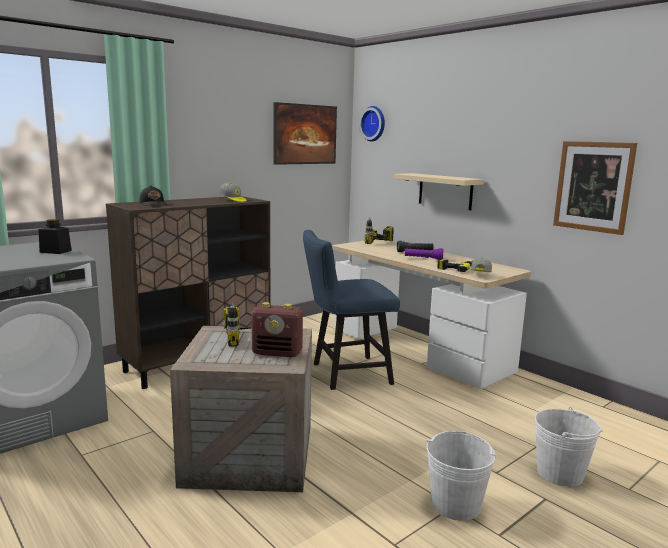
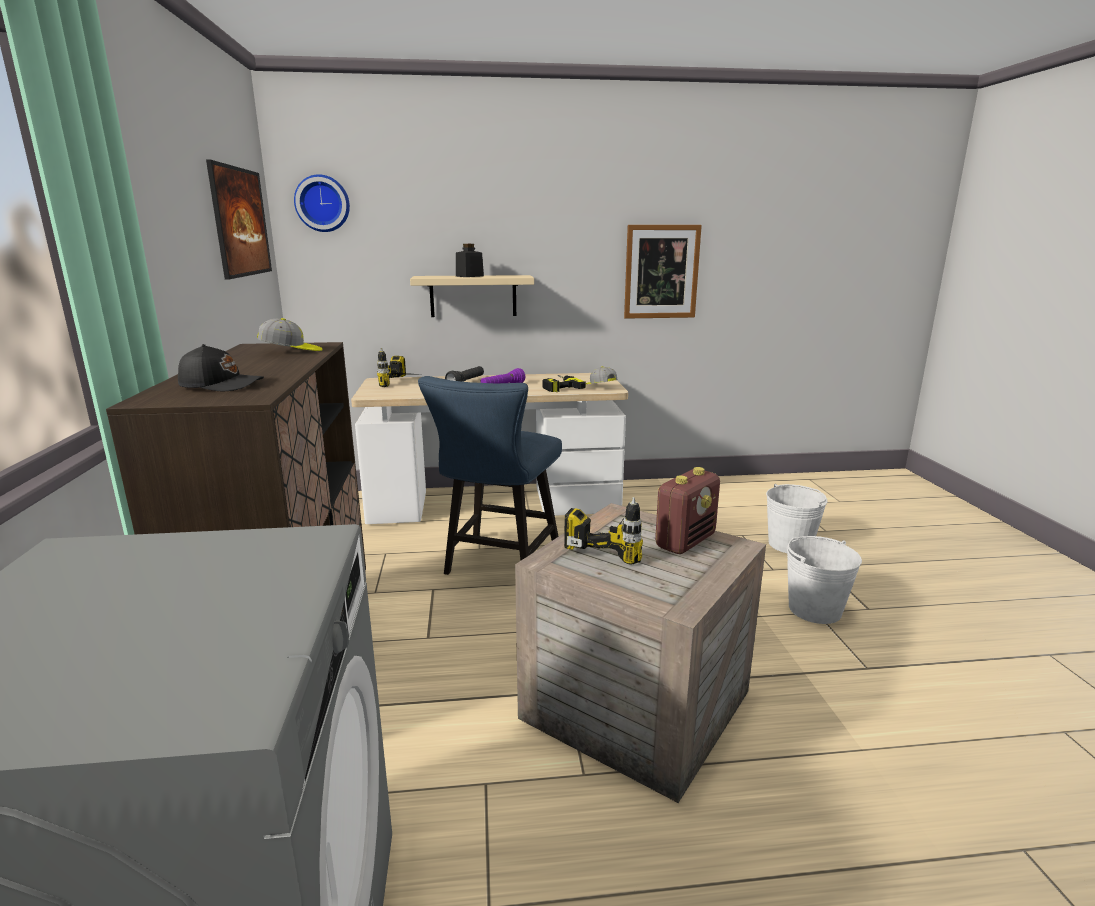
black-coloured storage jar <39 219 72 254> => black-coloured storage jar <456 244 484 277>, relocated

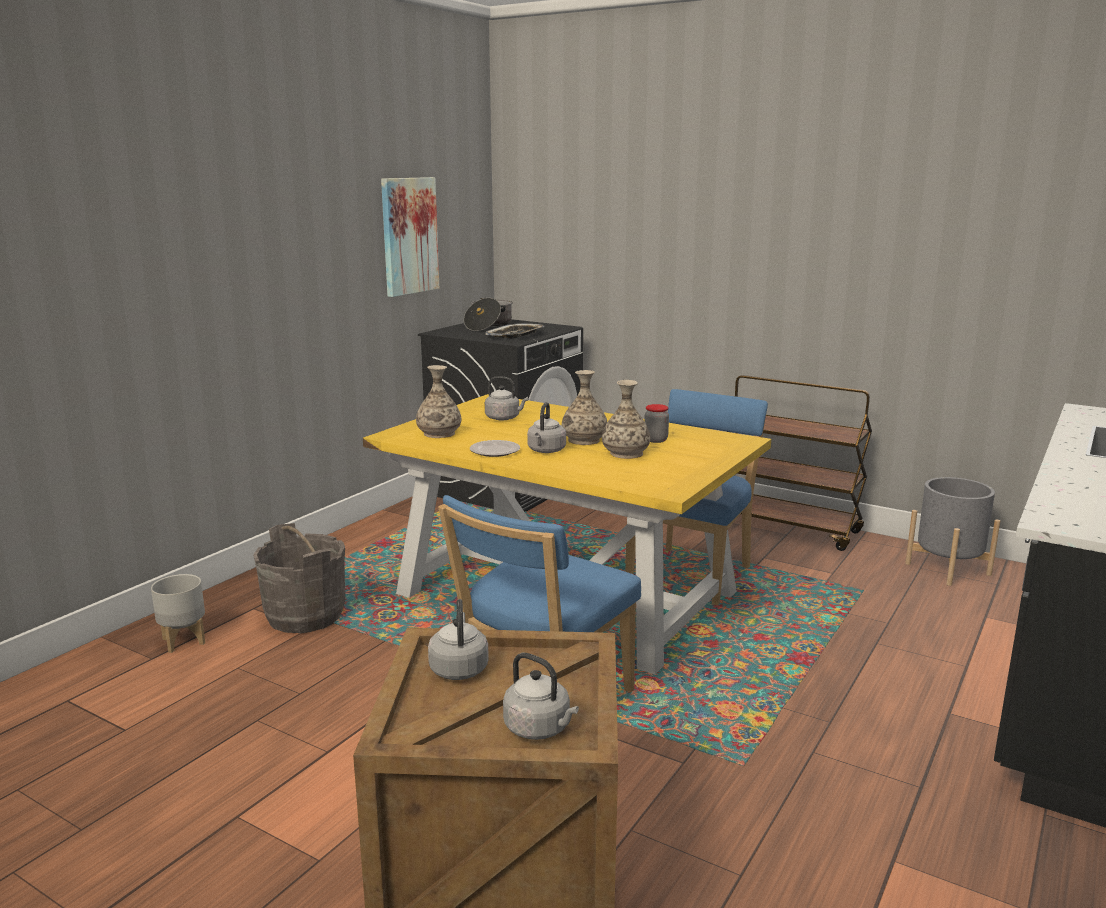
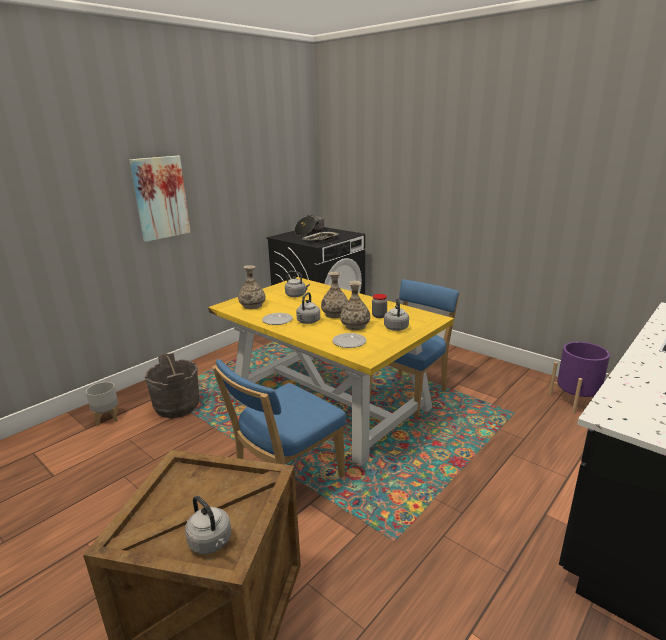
wall picture <381 177 439 297> => wall picture <130 156 190 242>, relocated
nothing => plate <332 333 367 348>
grey kettle <428 599 489 680> => grey kettle <384 298 409 331>, relocated
grey planter <905 477 1000 586> => purplish planter <549 342 610 413>
brown-coloured cart <734 375 872 551> => nothing

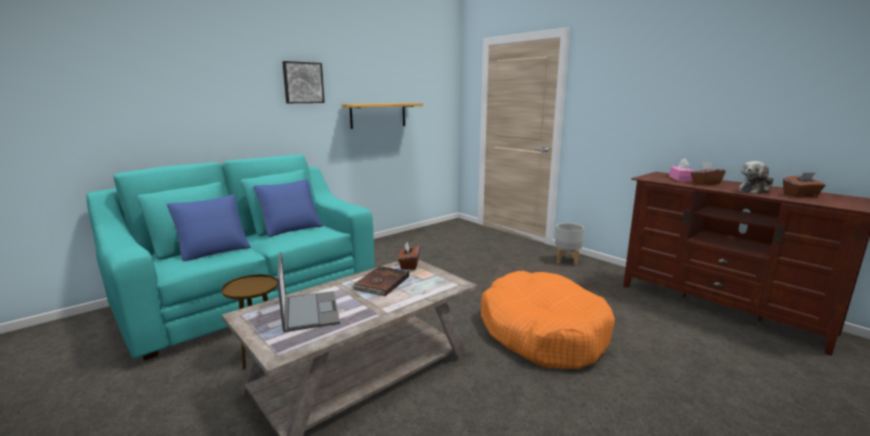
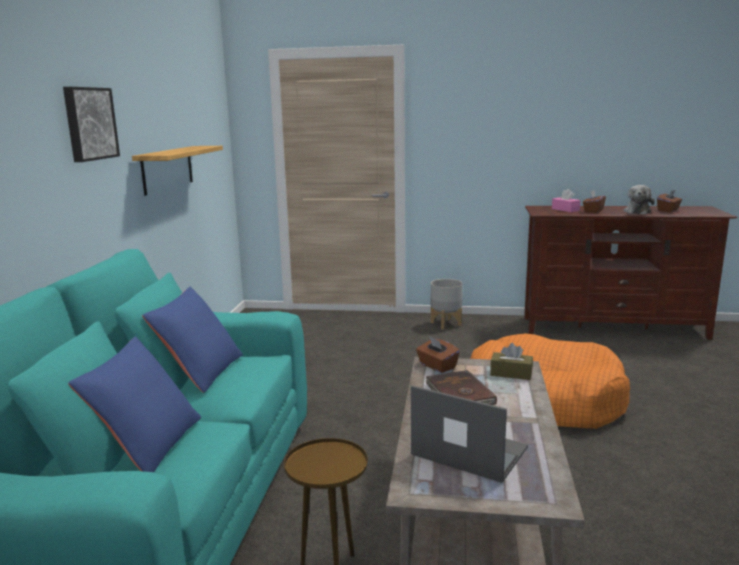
nothing => brown-coloured box of tissues <490 343 533 380>

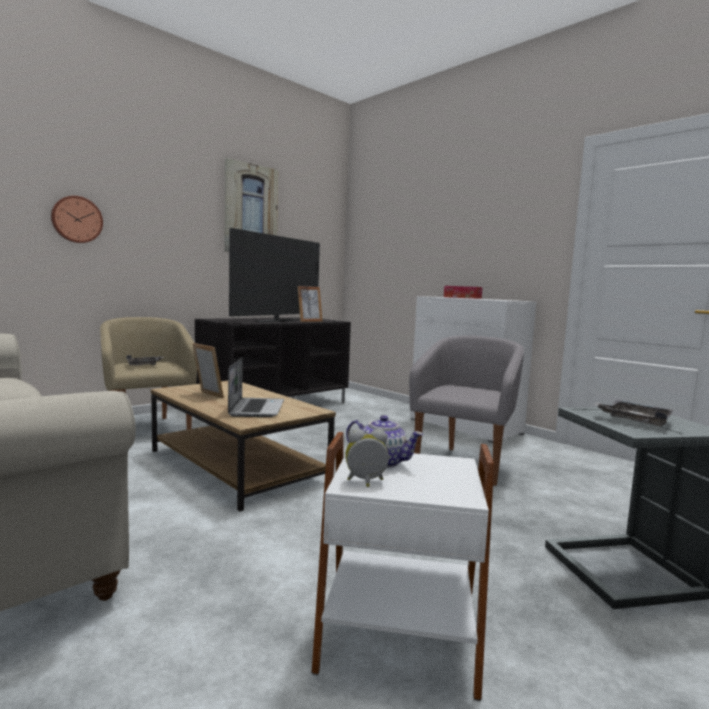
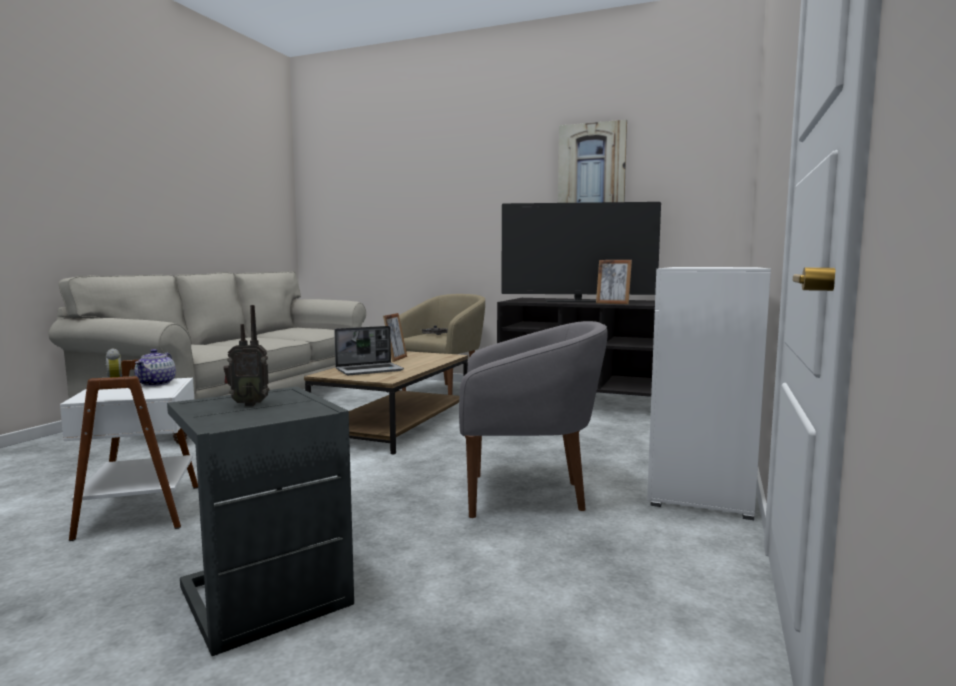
grey carrying tray <593 400 673 426> => radio set <224 305 270 406>
clock on the wall <51 196 103 243> => nothing
box of tissues <444 286 482 299> => nothing

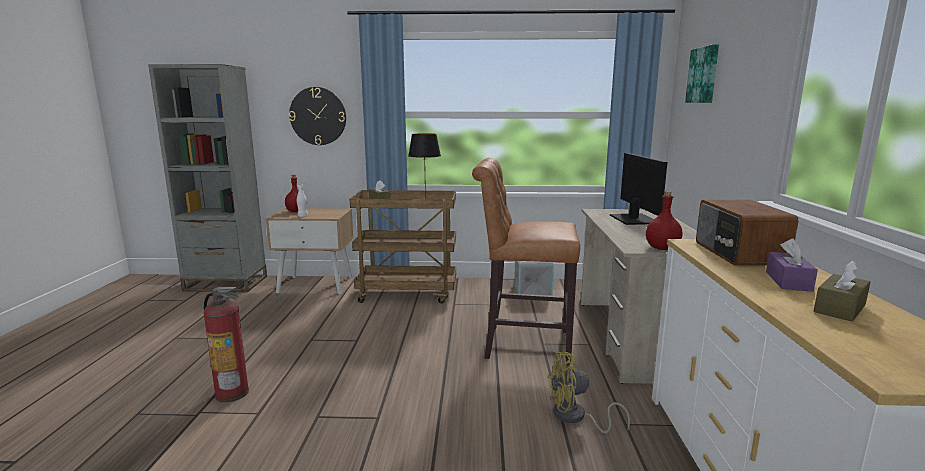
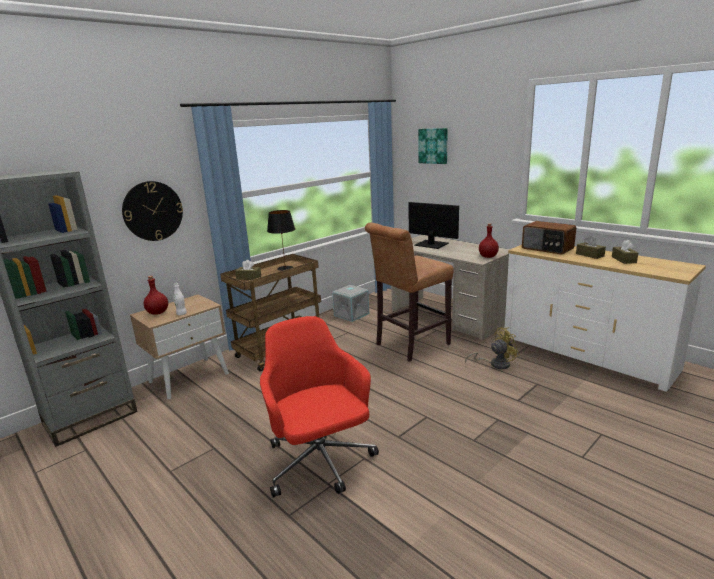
fire-fighting cylinder <203 287 249 402> => red-coloured desk chair <260 316 379 498>
yellowish fan <547 352 630 433> => yellowish fan <465 327 520 369>, 150 degrees counterclockwise
purplish box of tissues <766 238 818 292> => brown-coloured box of tissues <576 236 606 259>

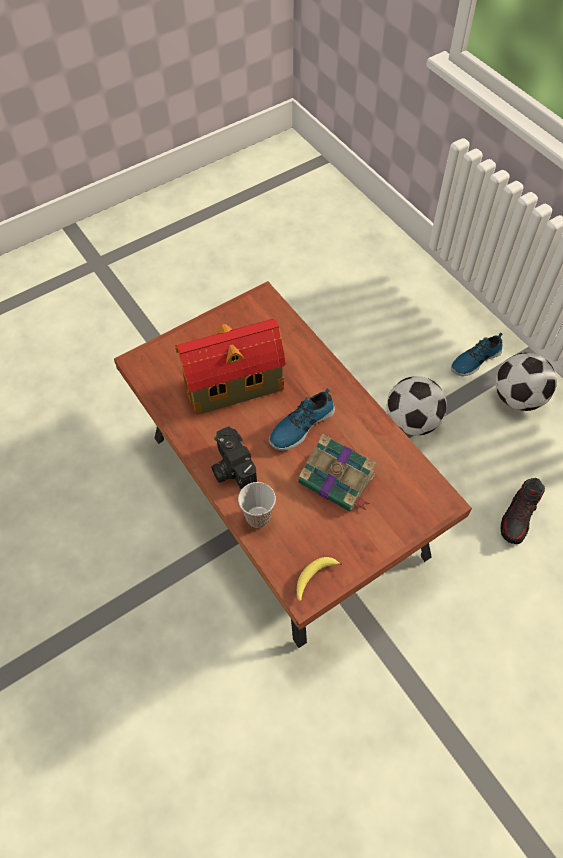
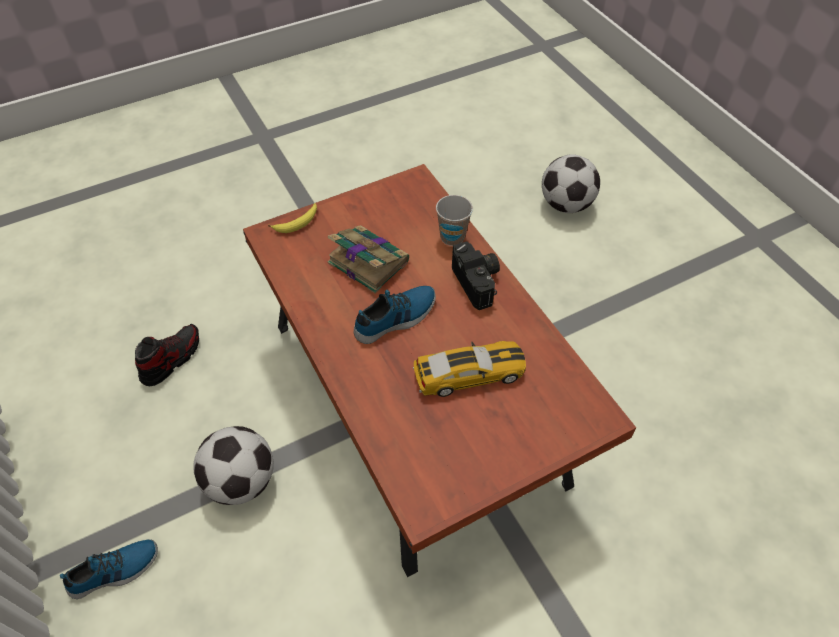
banana fruit <297 557 343 601> => banana fruit <268 203 317 233>, relocated
toy house <175 319 286 415> => model car <413 341 526 397>
ball for football <495 353 557 411> => ball for football <542 154 600 213>, relocated

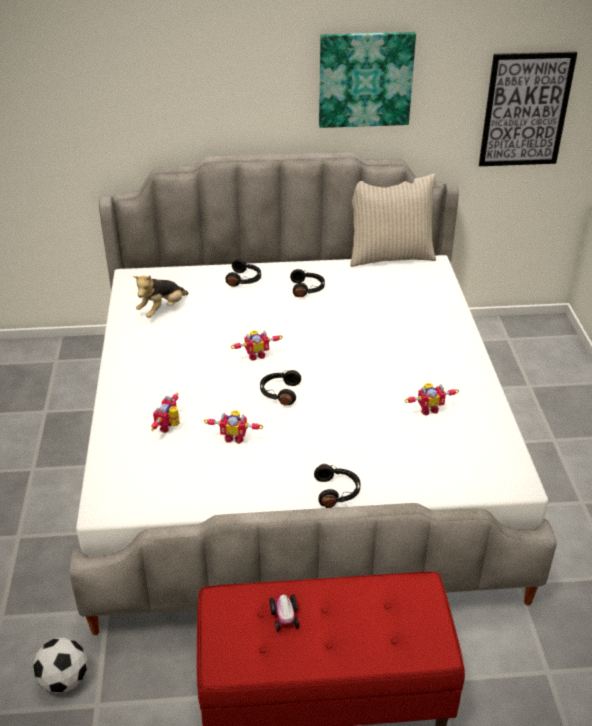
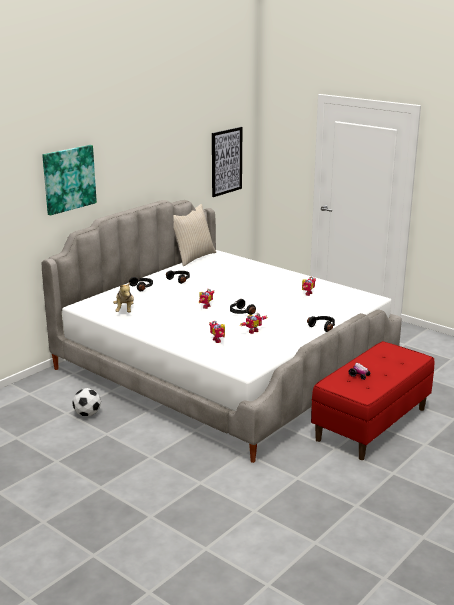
wall picture <319 32 416 128> => wall picture <42 145 97 216>, relocated
ball for football <33 637 87 693> => ball for football <72 388 101 416>, relocated

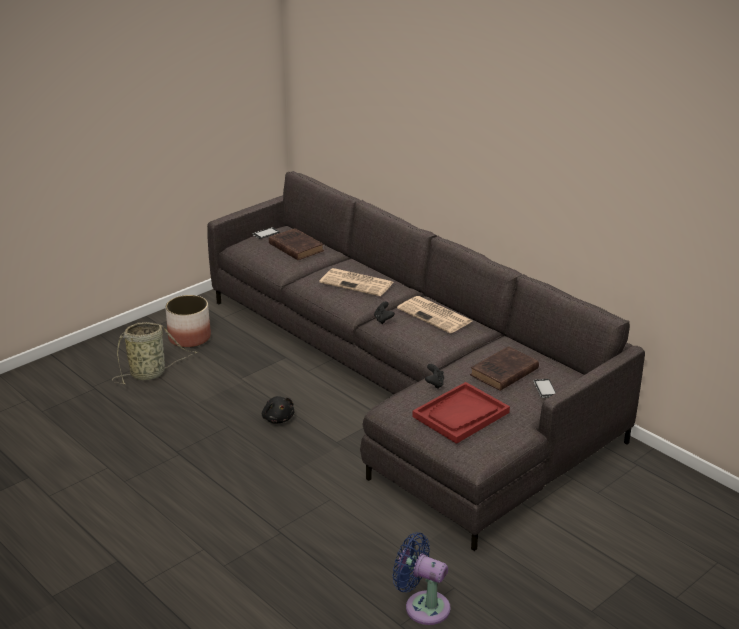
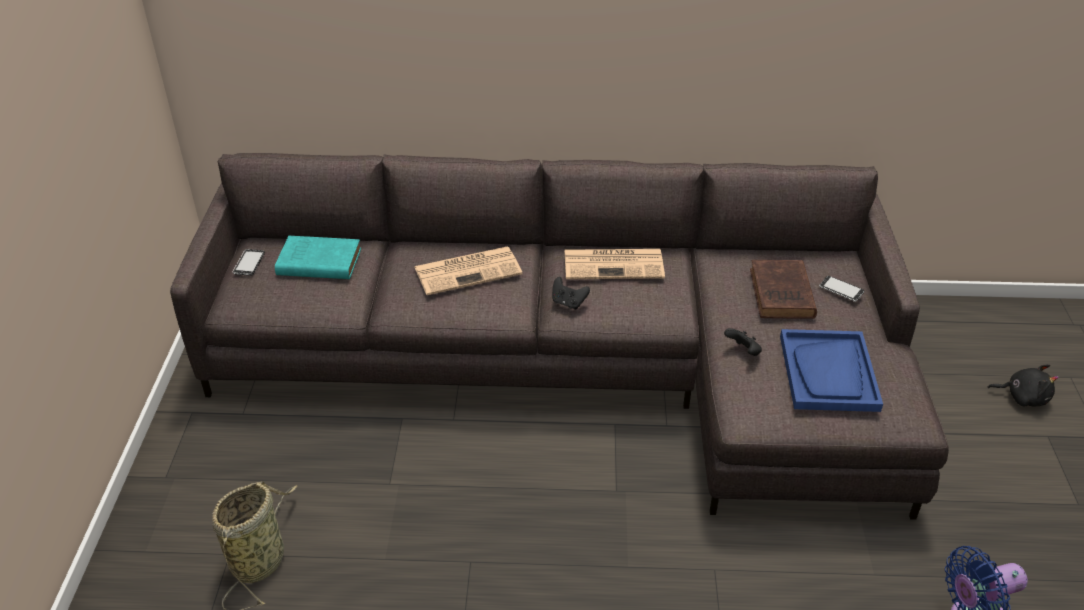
brown-coloured volume <269 228 324 260> => turquoise volume <275 236 361 279>
red-coloured carrying tray <412 382 510 444> => bluish carrying tray <780 329 883 412>
black-coloured plush toy <262 396 294 424> => black-coloured plush toy <987 364 1059 407>, relocated
planter <165 295 211 348> => nothing

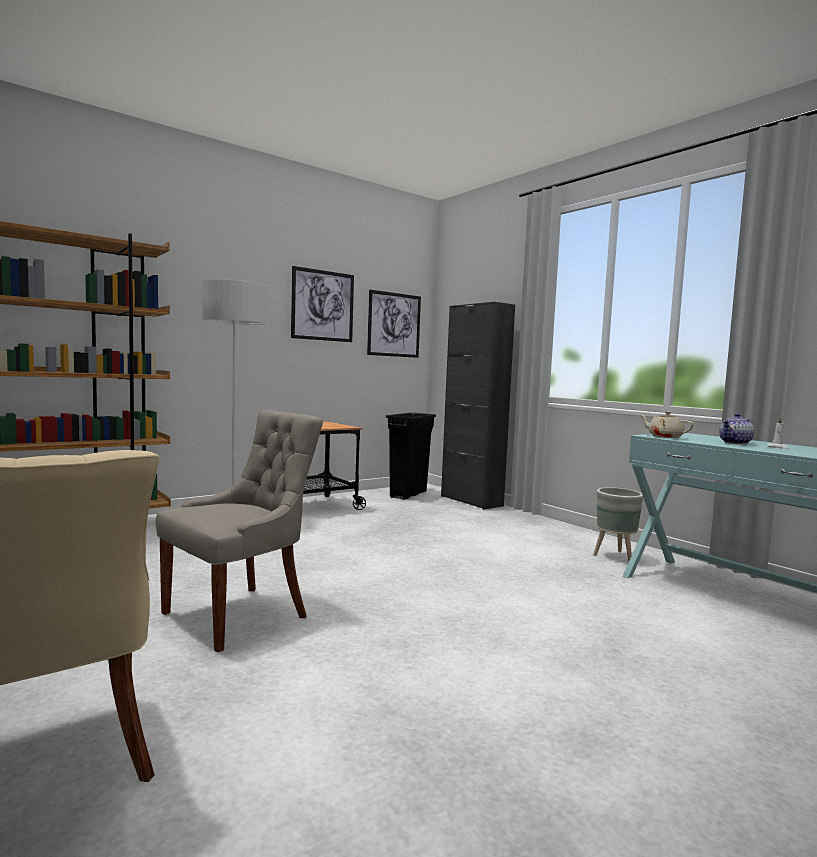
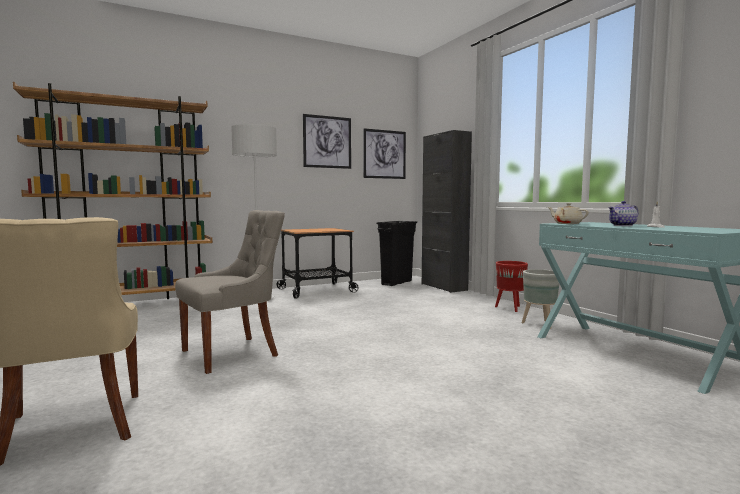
nothing => red-coloured planter <495 261 528 312>

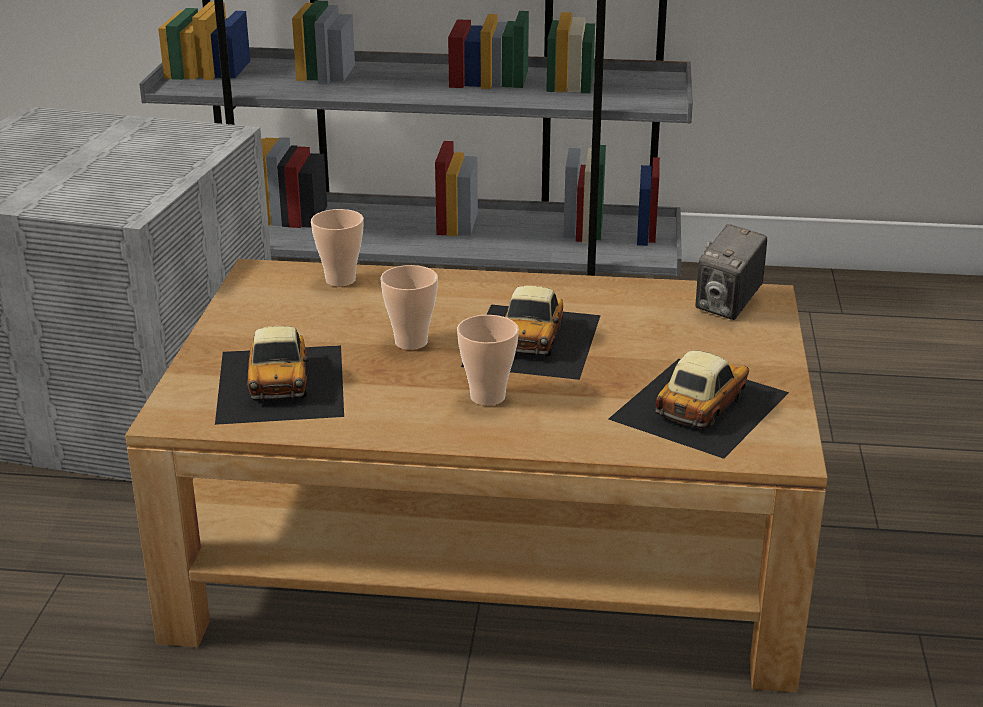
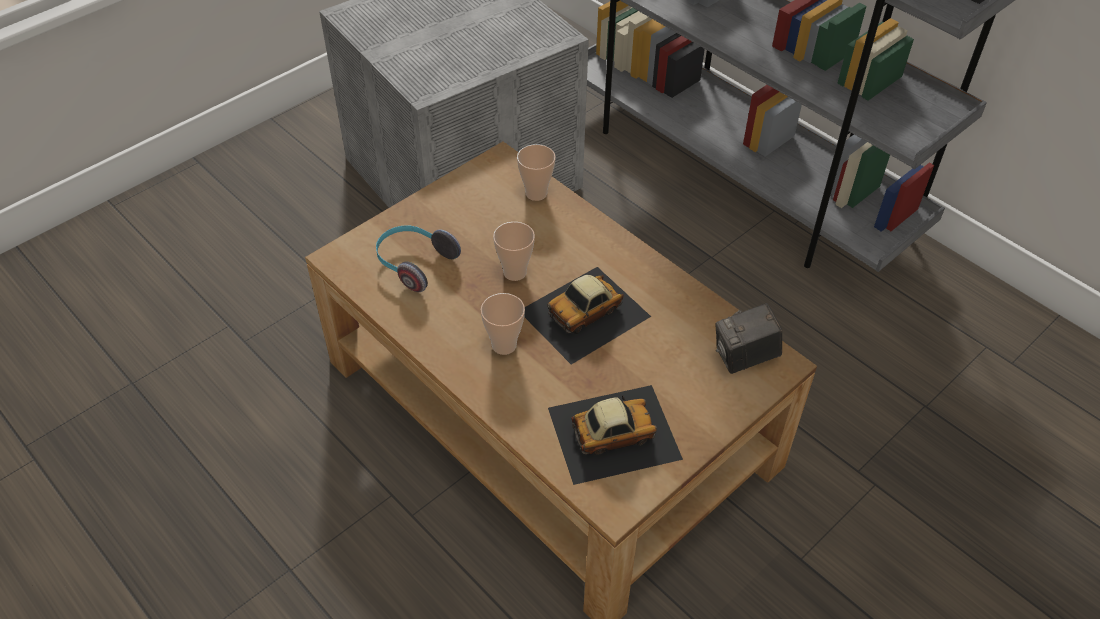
model car <215 326 344 425> => pair of headphones <376 225 461 292>

